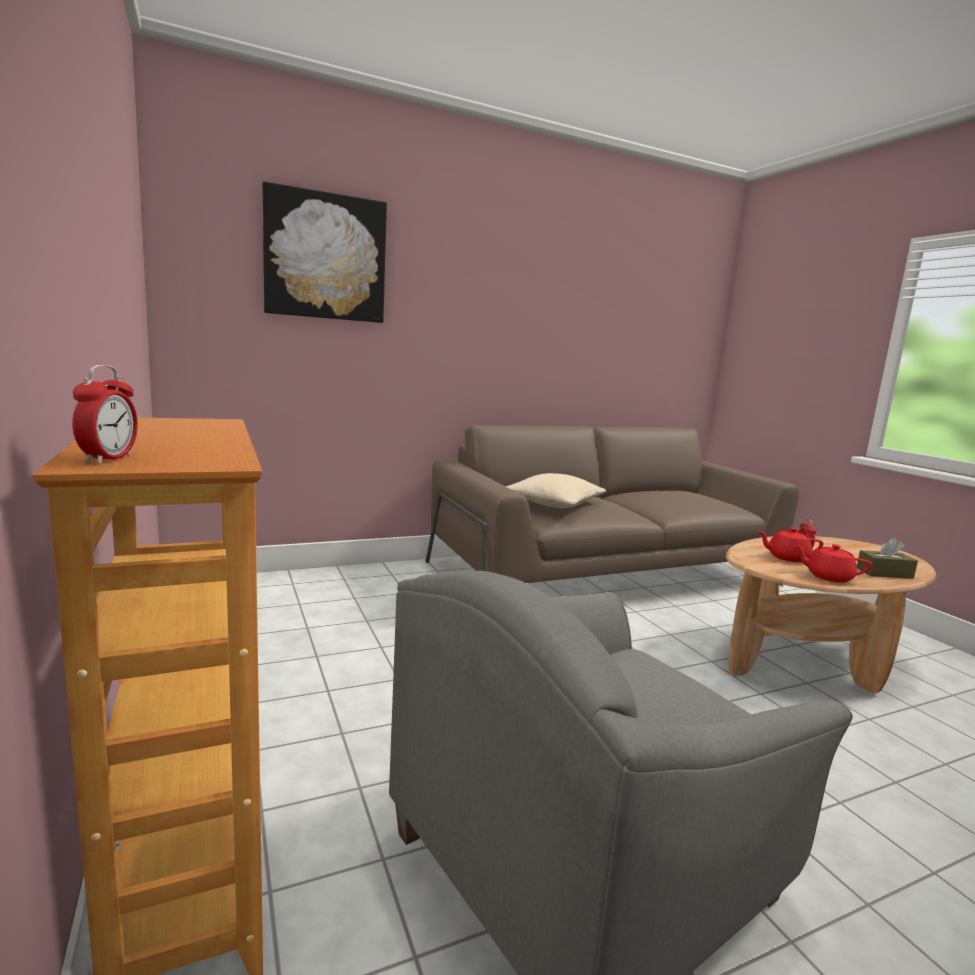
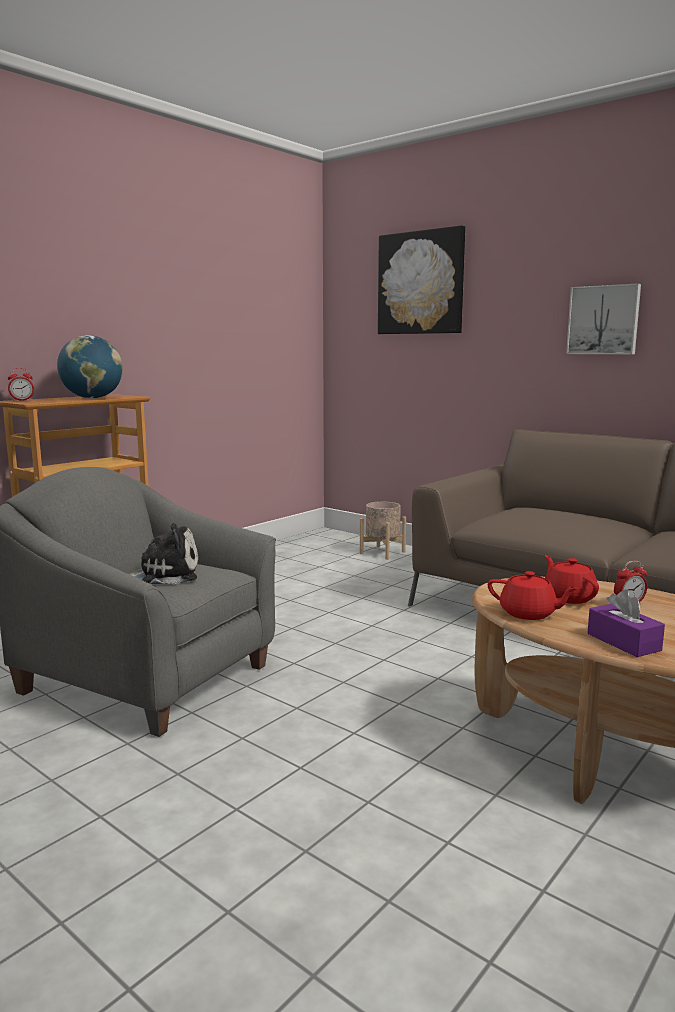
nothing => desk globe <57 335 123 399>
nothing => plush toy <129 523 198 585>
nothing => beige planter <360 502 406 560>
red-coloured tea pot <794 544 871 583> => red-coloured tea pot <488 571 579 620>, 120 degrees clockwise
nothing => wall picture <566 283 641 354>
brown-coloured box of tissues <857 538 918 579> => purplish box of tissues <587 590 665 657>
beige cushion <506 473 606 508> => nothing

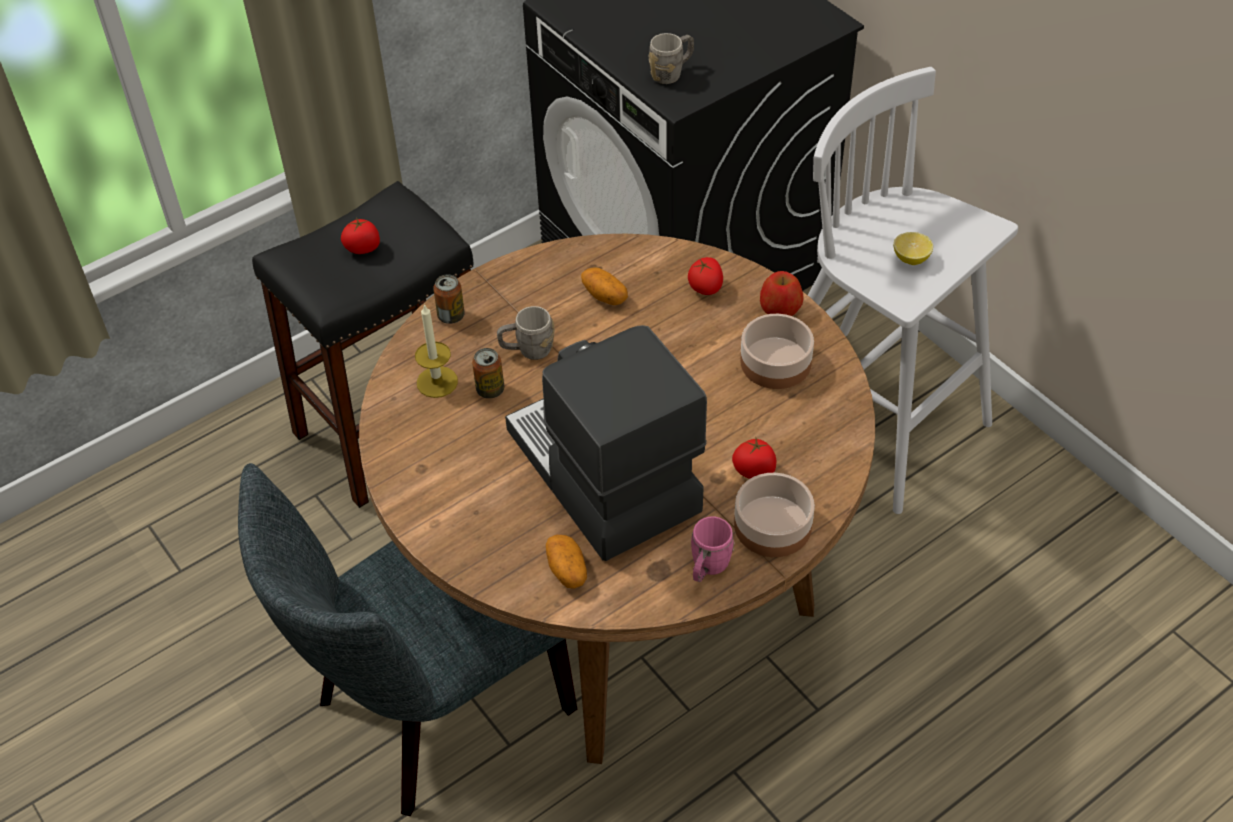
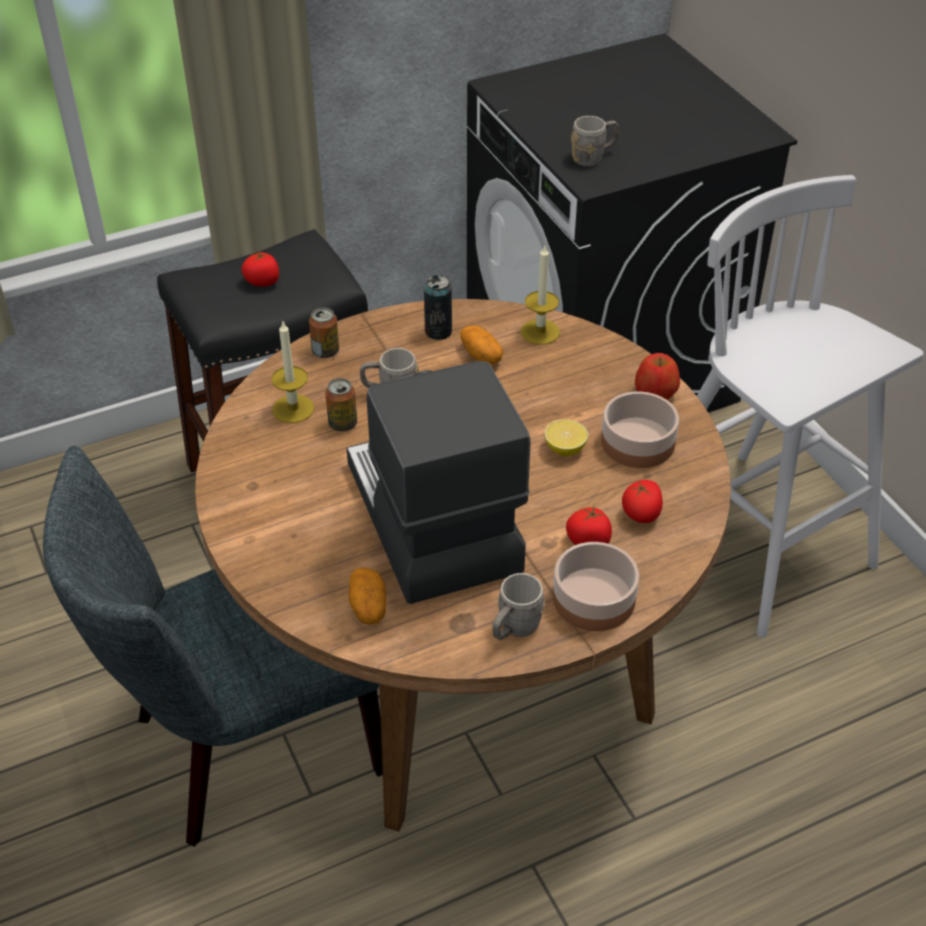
nothing => metal can <424 275 452 340>
pink tea mug <691 516 735 582> => grey tea mug <493 573 545 640>
nothing => wax light <521 246 560 345>
citrus fruit <894 232 933 265> => citrus fruit <544 419 588 456>, relocated
whole tomato <688 257 723 295> => whole tomato <622 480 663 523>, relocated

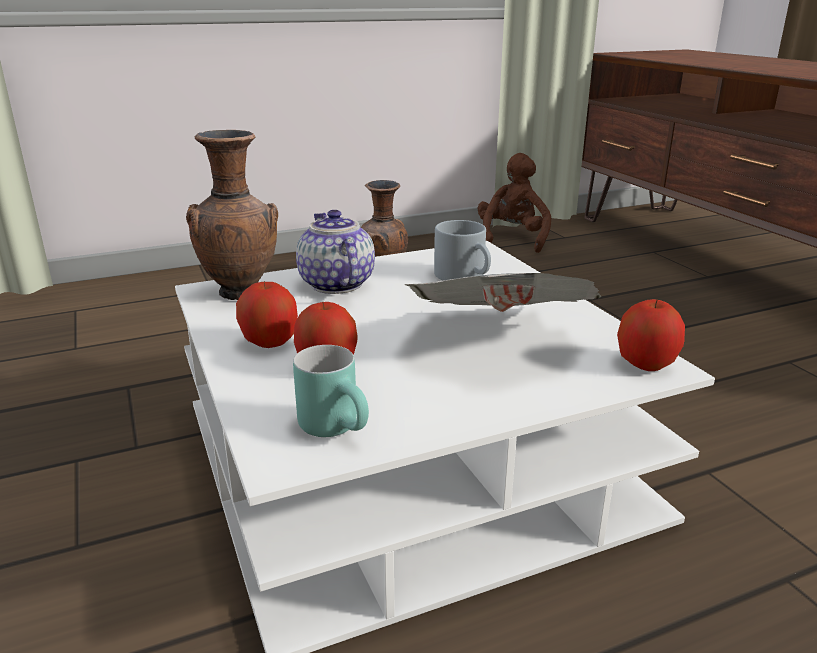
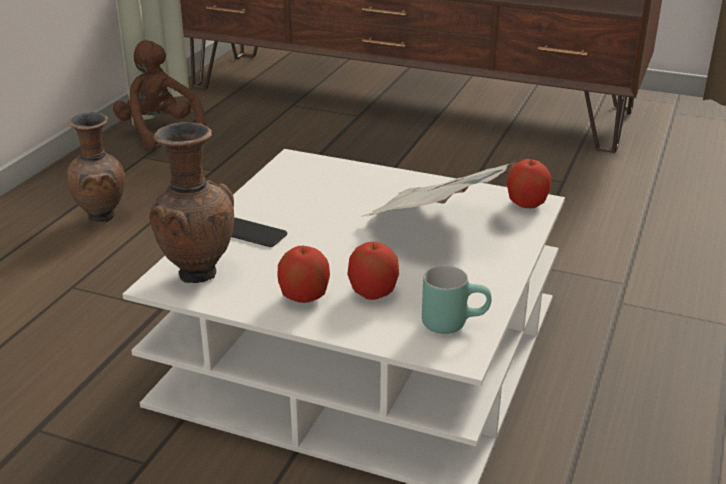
tea pot <296 210 375 294> => telephone <231 218 287 247>
grey tea mug <434 220 491 280> => nothing

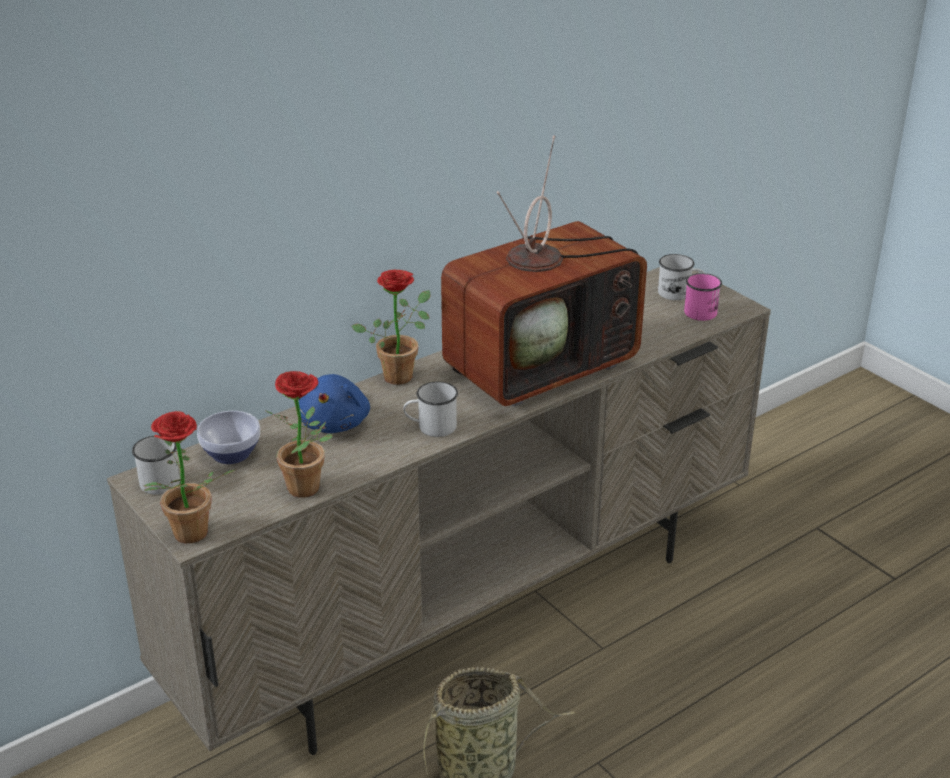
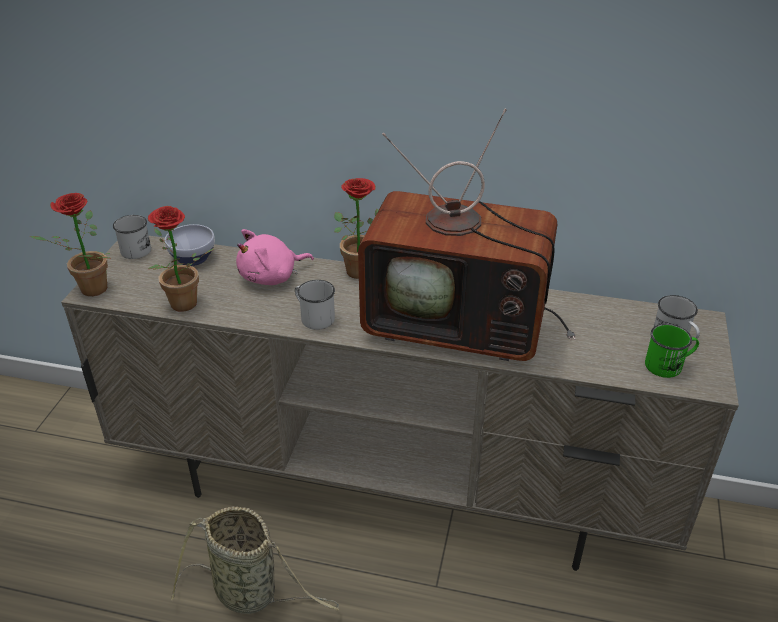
bluish plush toy <299 374 370 433> => pink plush toy <236 229 314 285>
pink tea mug <684 273 722 321> => green-coloured tea mug <645 324 699 378>

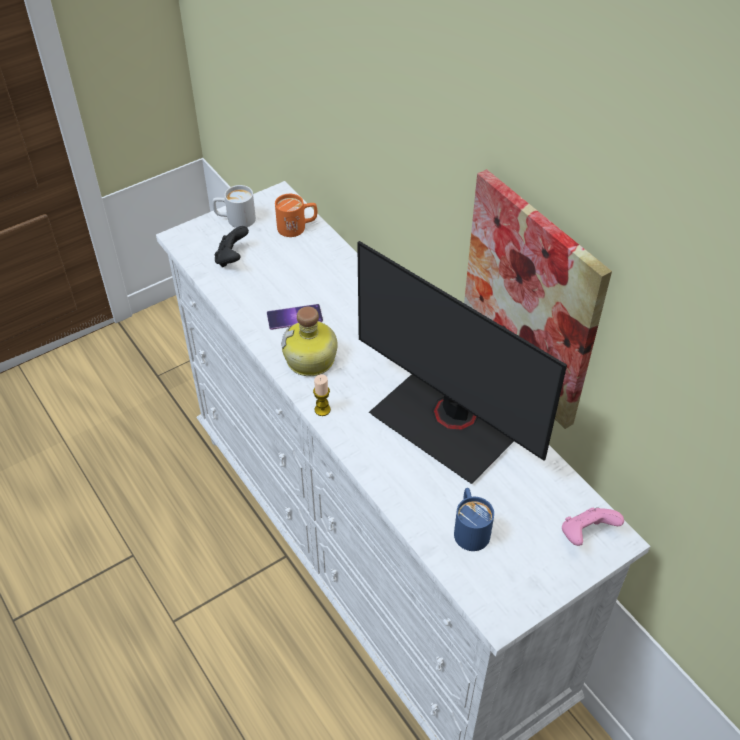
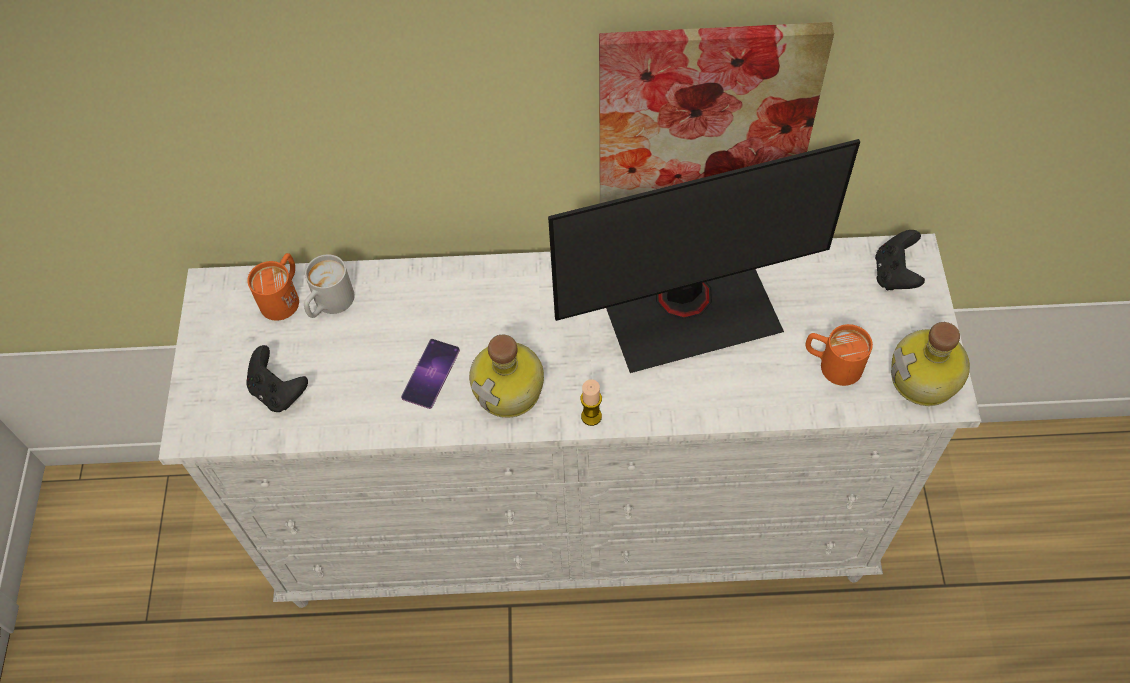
white-coloured tea mug <212 185 256 228> => white-coloured tea mug <304 254 355 318>, relocated
bluish tea mug <454 488 494 551> => orange tea mug <806 324 873 386>
pink game controller <562 508 624 546> => black-coloured game controller <875 230 925 290>
nothing => beverage bottle <891 322 970 406>

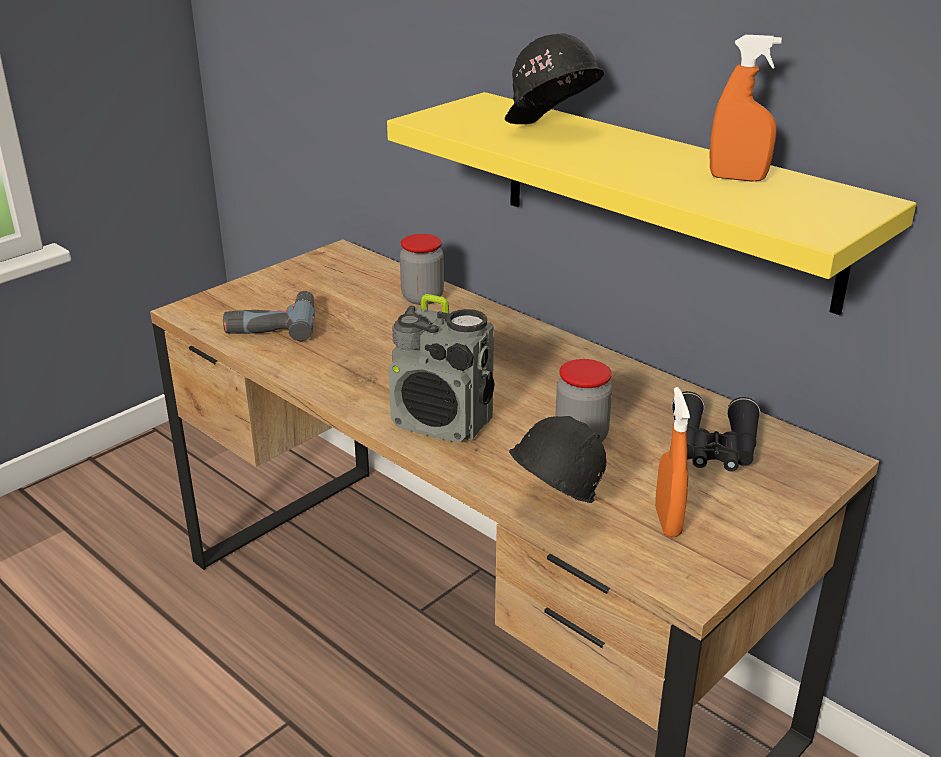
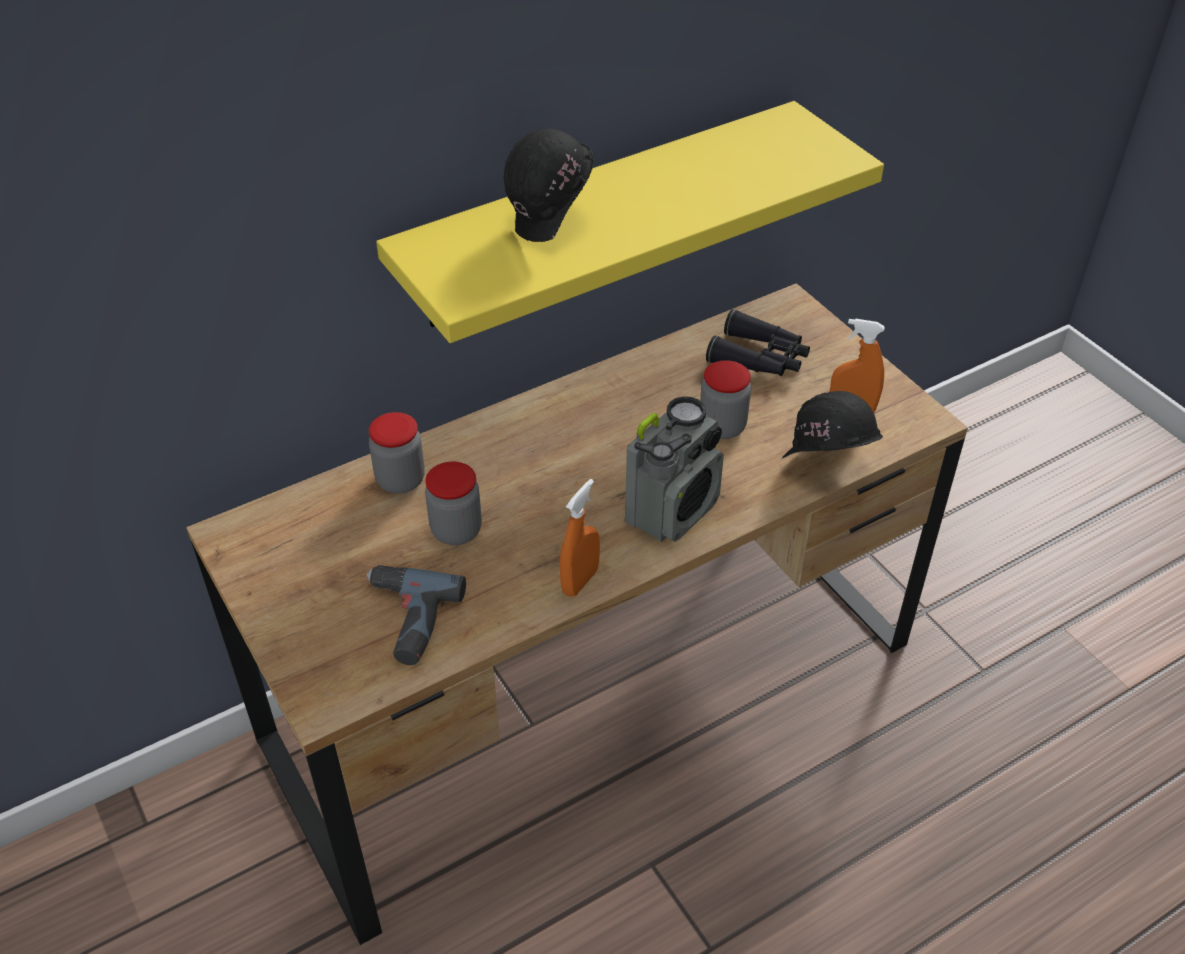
nothing => storage jar <425 461 482 545>
orange hand sprayer <709 35 782 182> => orange hand sprayer <560 479 600 597>, relocated

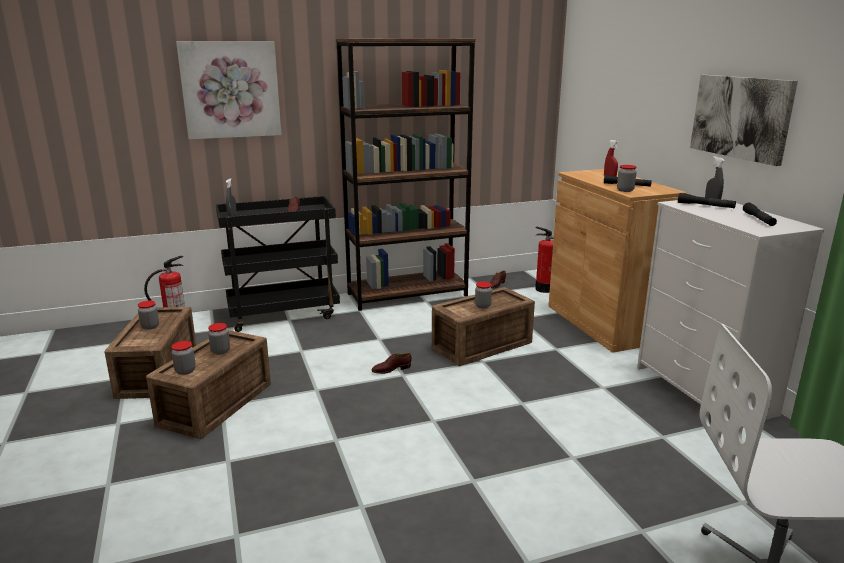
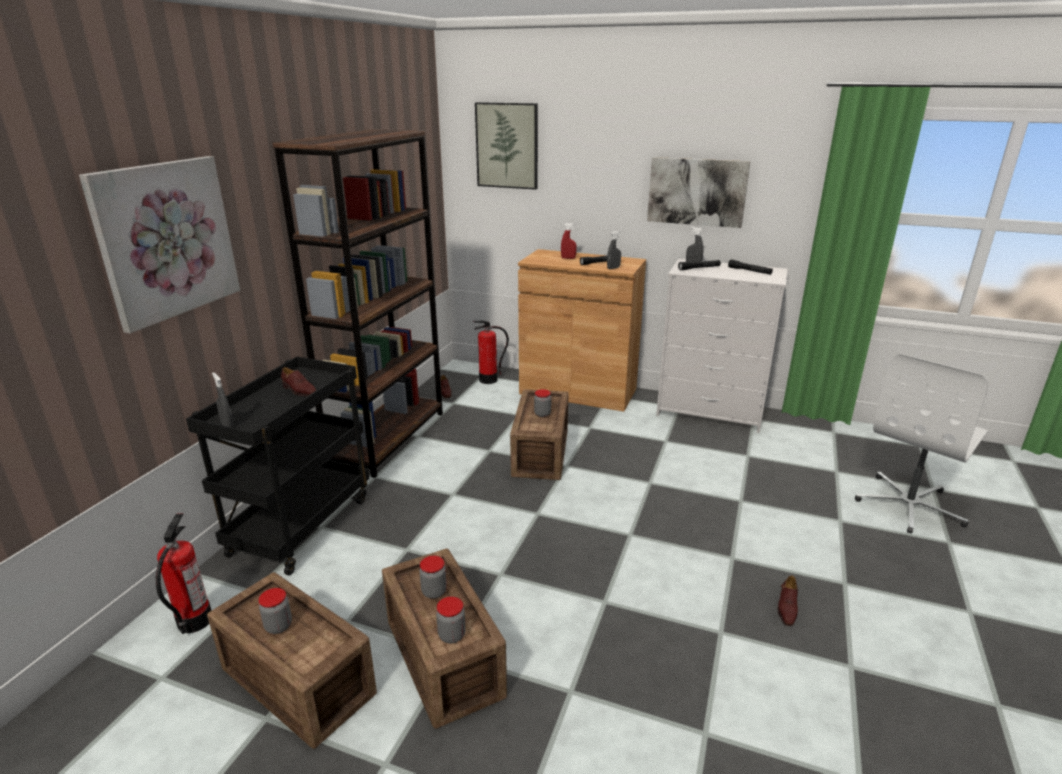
nothing => wall picture <475 102 538 190>
storage jar <617 165 637 192> => grey hand sprayer <607 231 621 269>
brown-coloured item of footwear <372 353 412 374> => brown-coloured item of footwear <777 575 798 626>, relocated

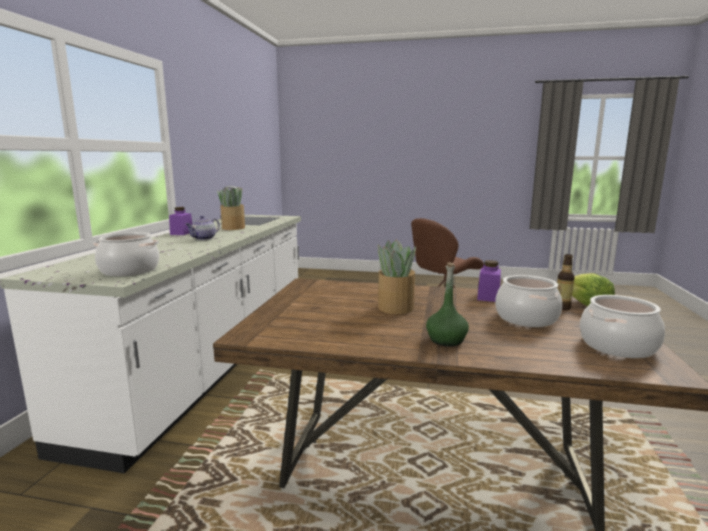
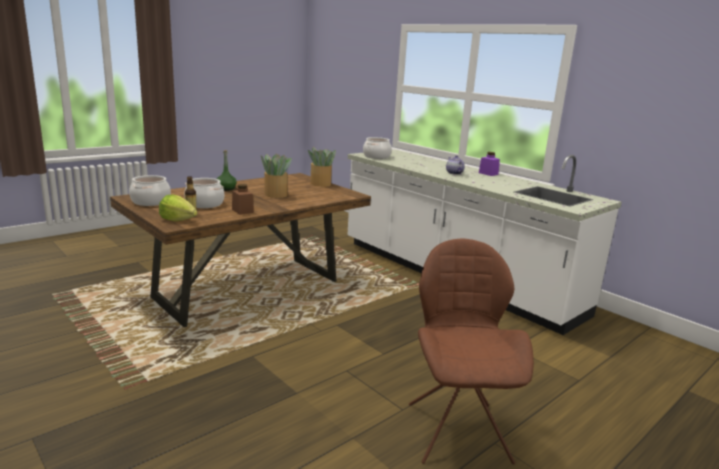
purplish storage jar <477 260 501 302> => brown-coloured storage jar <232 184 254 215>
plant in a pot <217 187 245 230> => plant in a pot <308 147 336 187>, relocated

